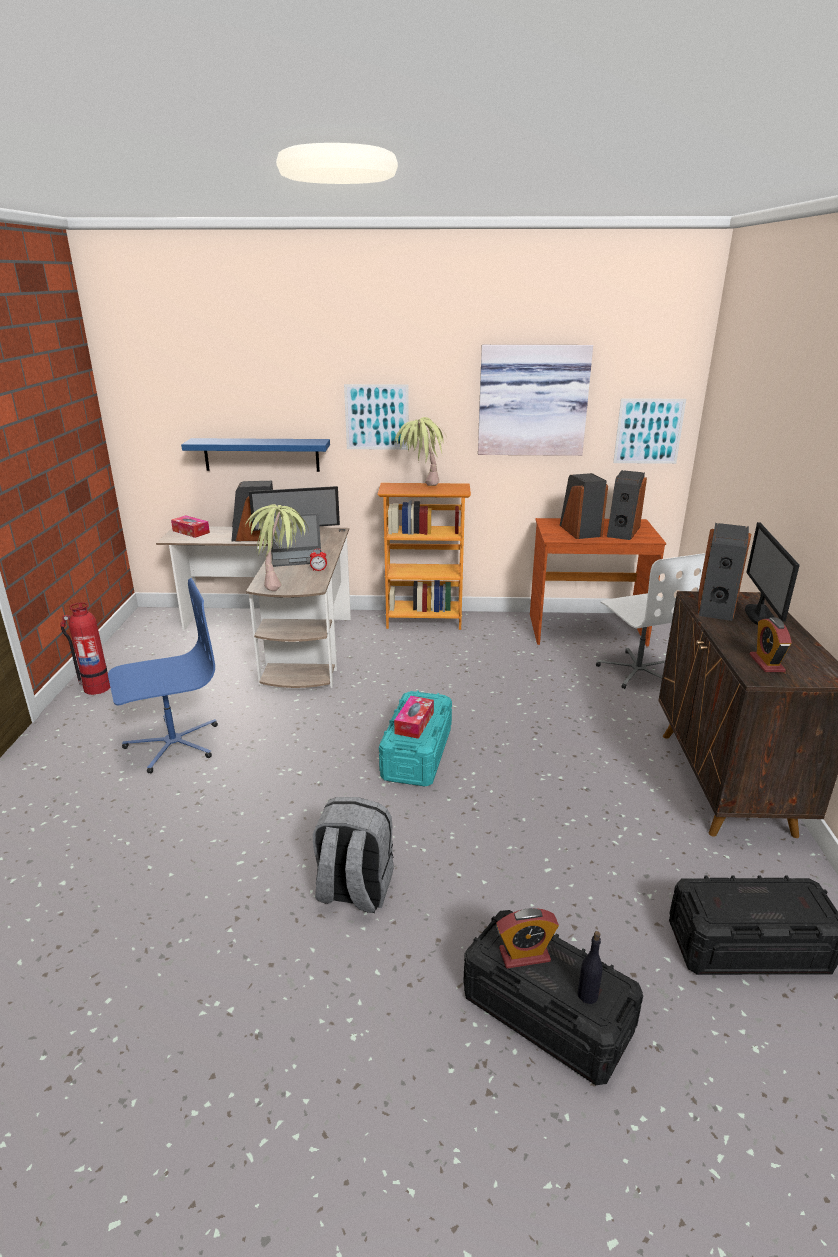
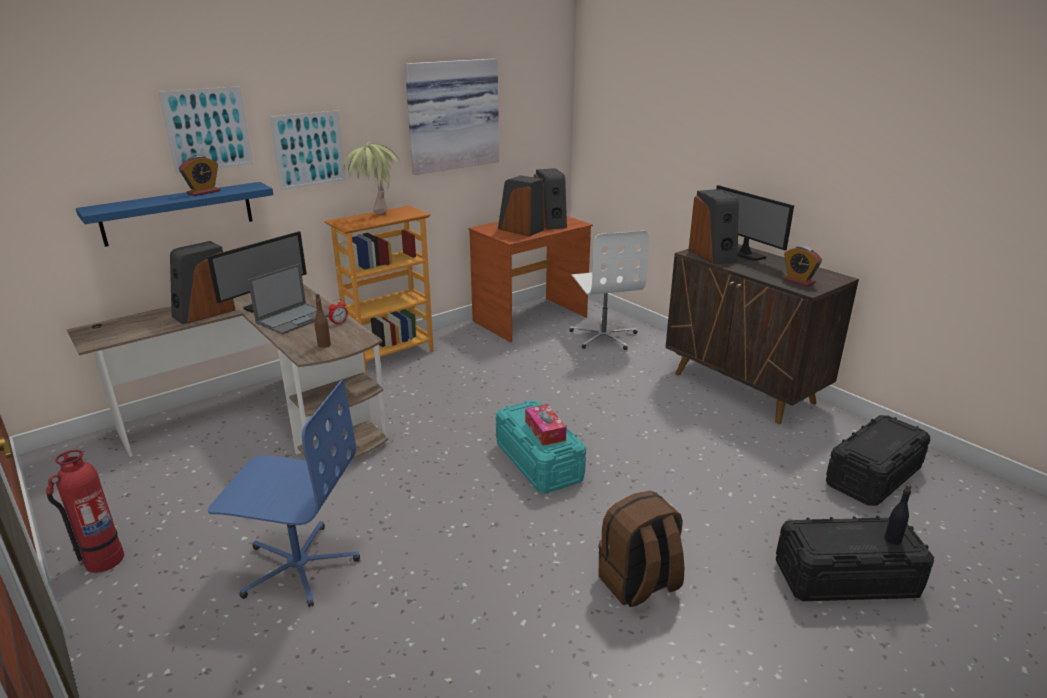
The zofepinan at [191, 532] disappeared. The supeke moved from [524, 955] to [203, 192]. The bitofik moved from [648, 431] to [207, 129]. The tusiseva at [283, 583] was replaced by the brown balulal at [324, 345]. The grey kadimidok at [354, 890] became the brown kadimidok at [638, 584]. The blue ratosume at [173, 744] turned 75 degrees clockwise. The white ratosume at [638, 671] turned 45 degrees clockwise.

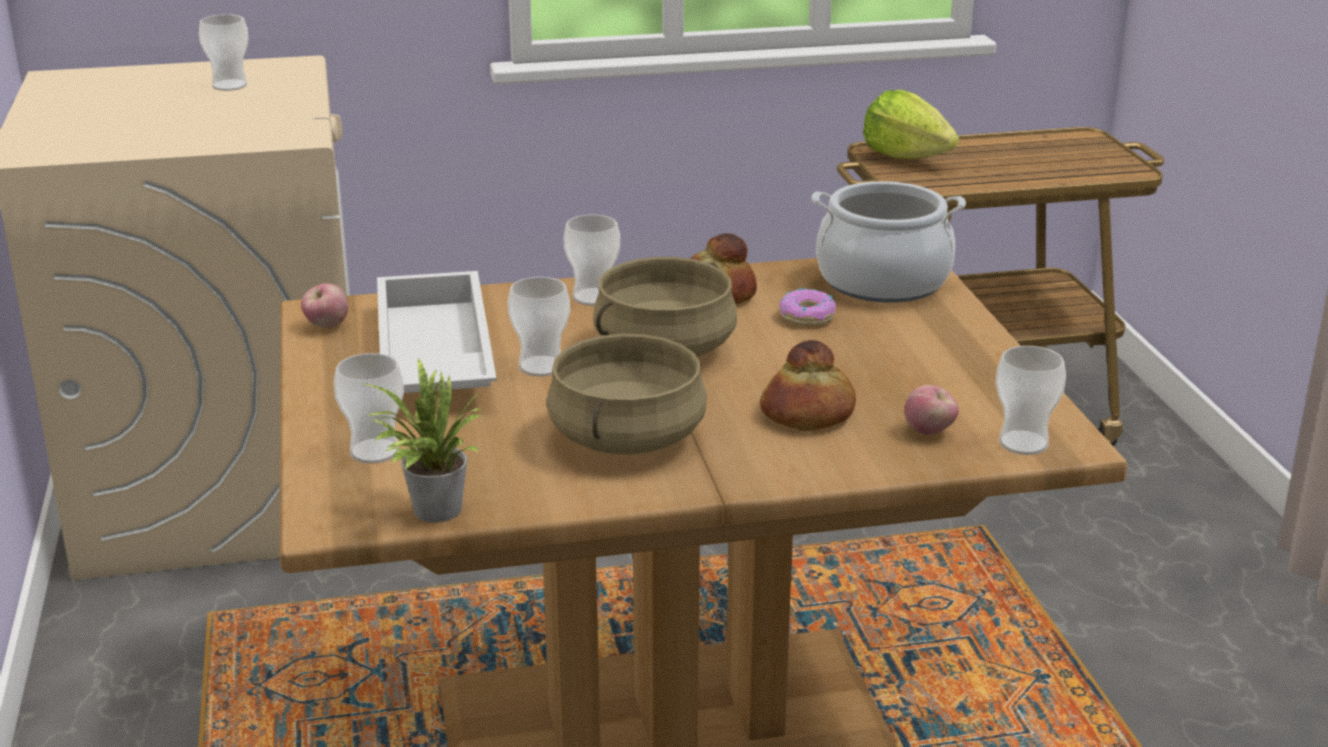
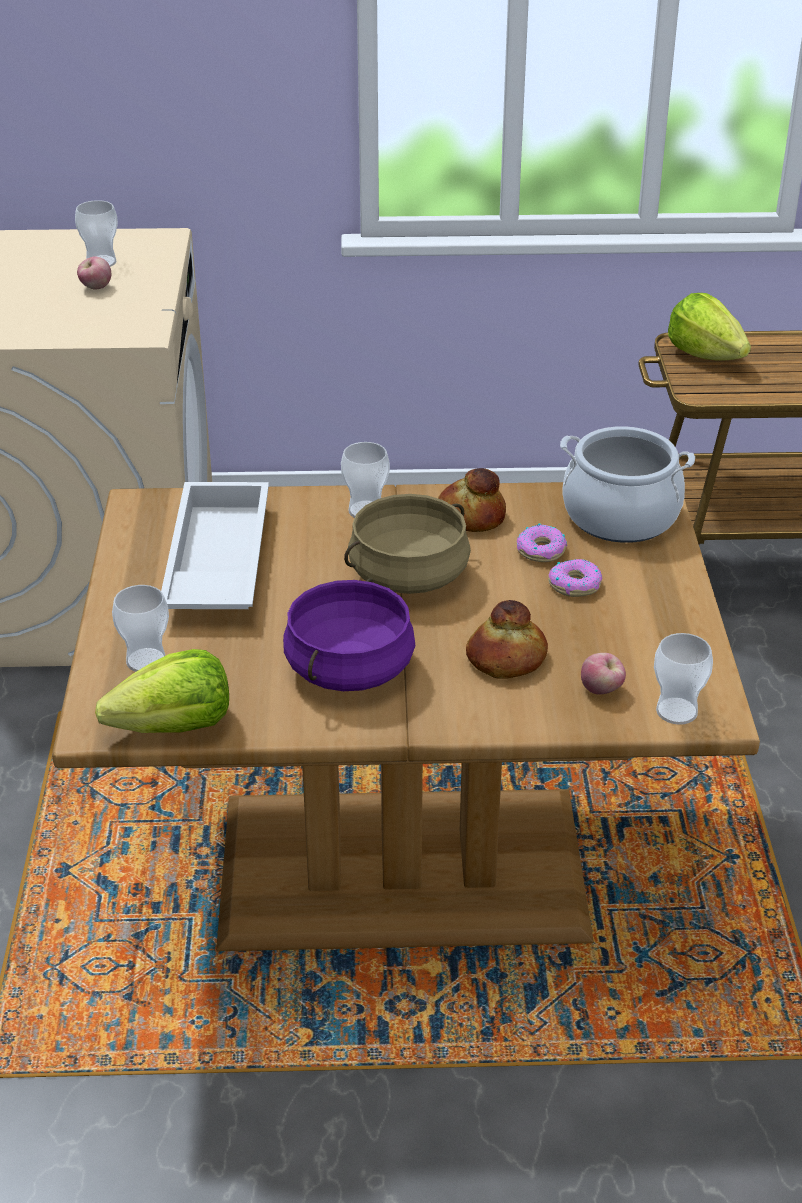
The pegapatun at [541, 366] disappeared. The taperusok at [574, 585] appeared. The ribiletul moved from [327, 326] to [96, 288]. The tusiseva at [431, 511] was replaced by the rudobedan at [174, 727]. The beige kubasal at [625, 437] became the purple kubasal at [348, 668].

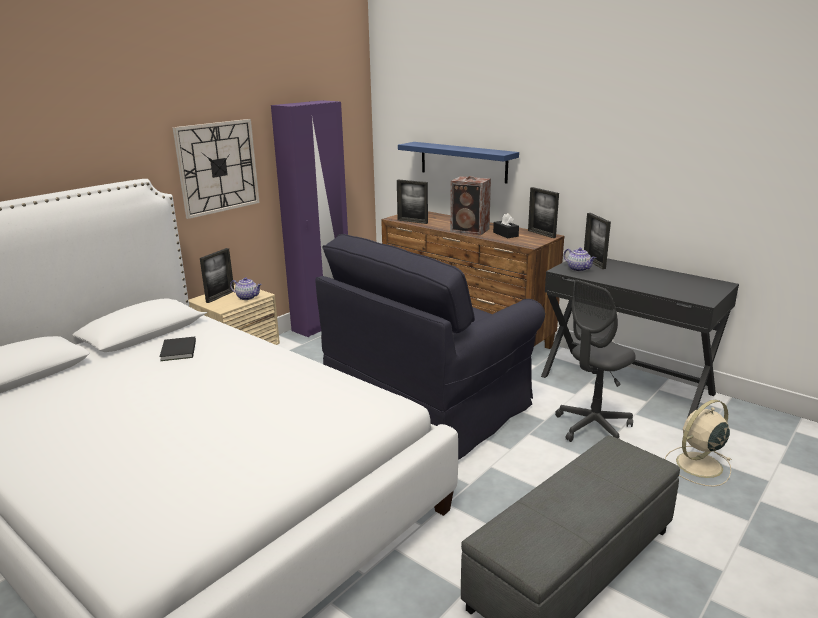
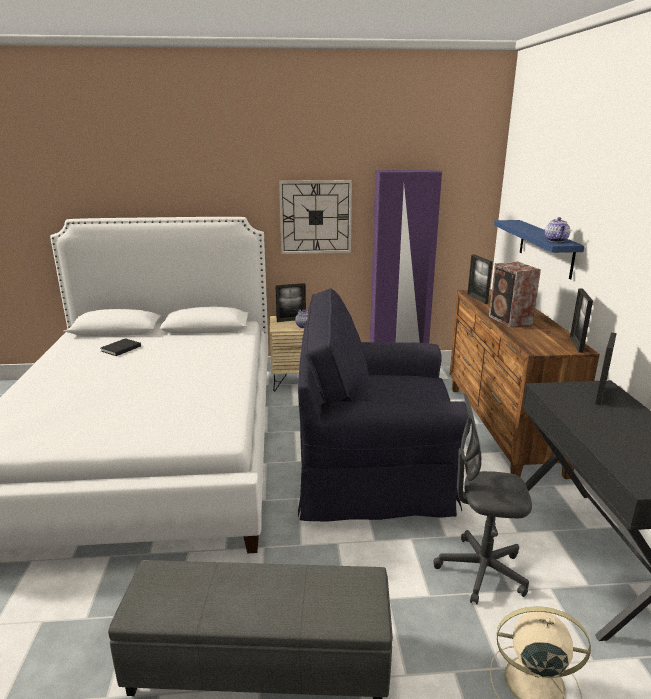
The black zofepinan at [505, 234] disappeared. The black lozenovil moved from [177, 351] to [120, 349]. The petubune moved from [579, 269] to [556, 240].

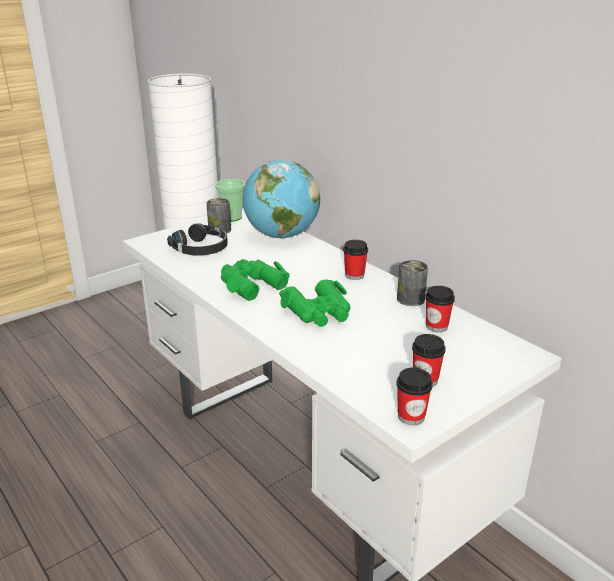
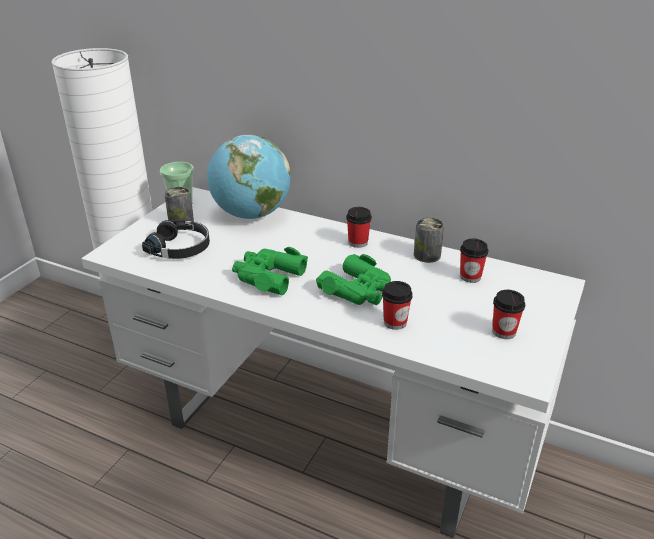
The pegapatun moved from [411, 416] to [395, 322].

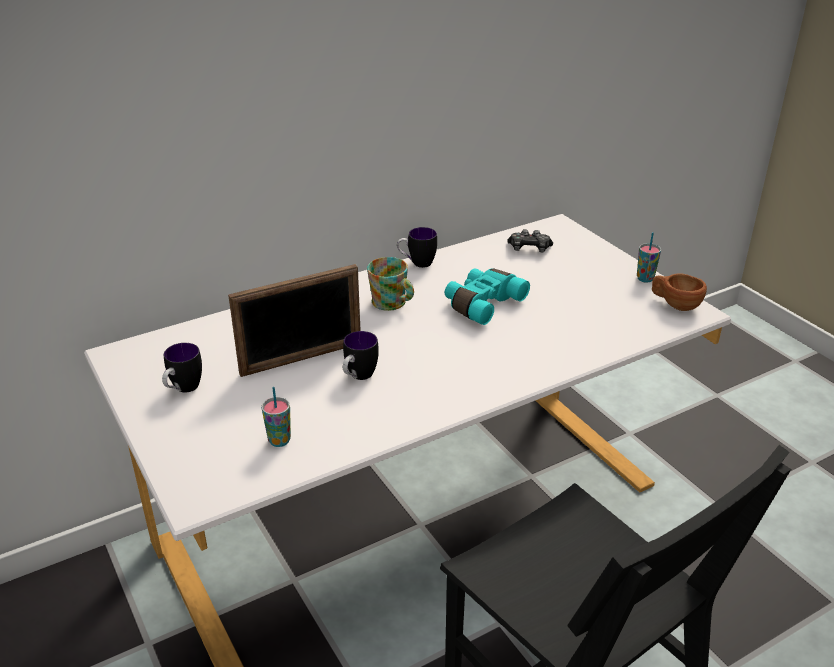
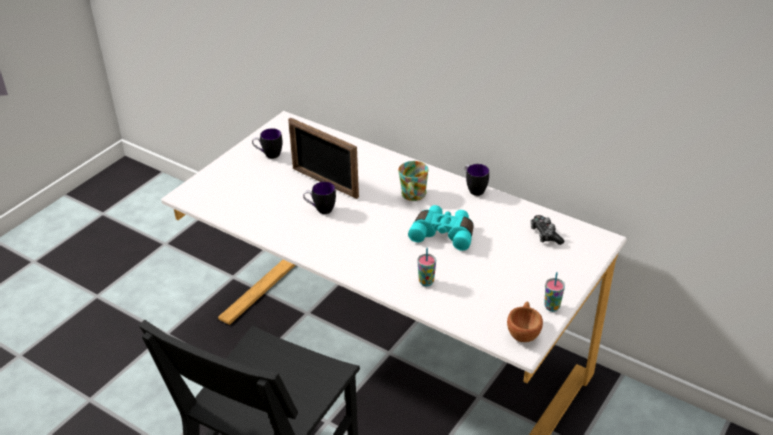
The pegapatun moved from [279, 441] to [426, 282].

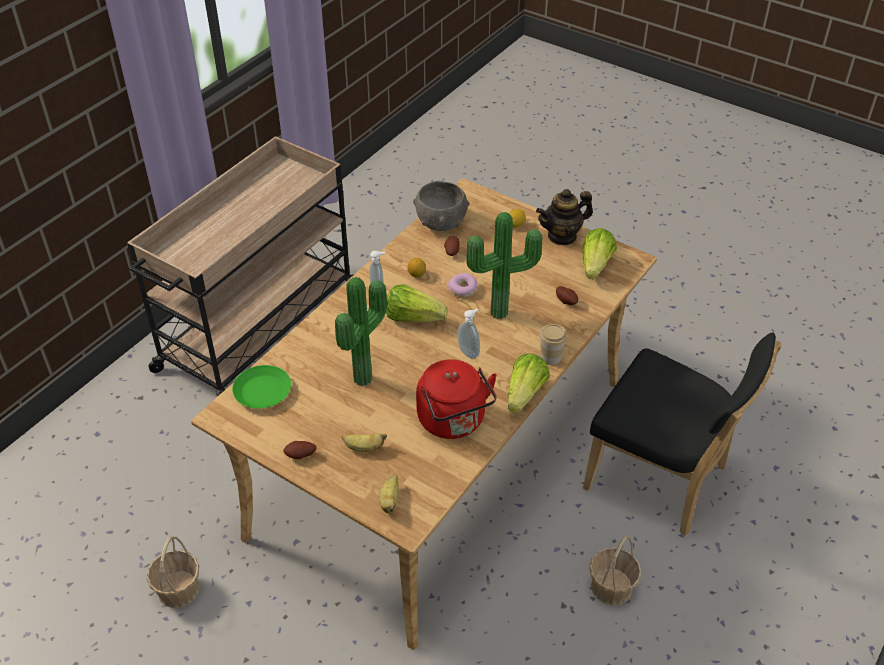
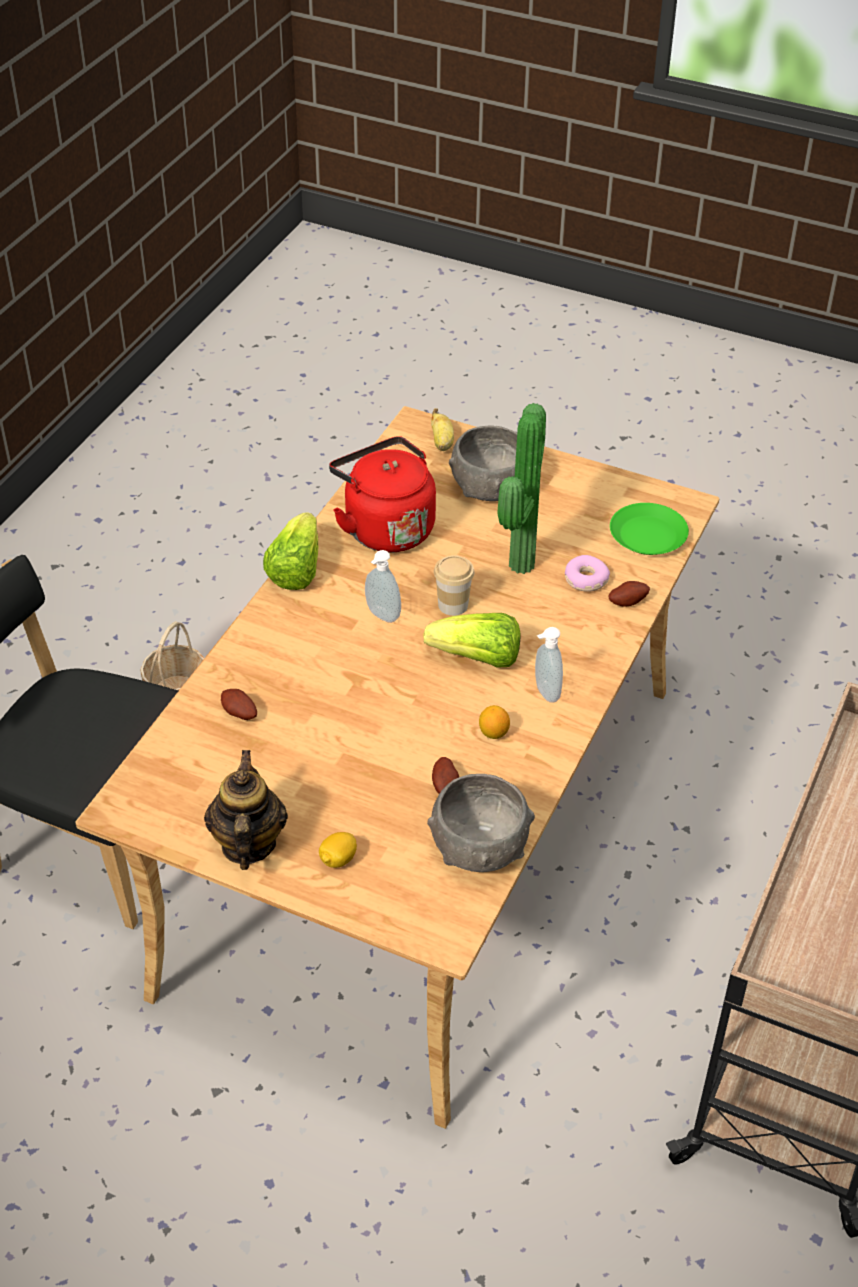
The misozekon at [178, 590] disappeared. The tusiseva at [501, 315] disappeared. The rudobedan at [595, 265] disappeared. The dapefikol moved from [300, 456] to [627, 601]. The taperusok moved from [463, 289] to [585, 580]. The pegapatun moved from [550, 357] to [453, 605]. The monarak at [364, 448] was replaced by the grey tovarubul at [490, 488]. The petubune at [562, 236] turned 60 degrees counterclockwise.

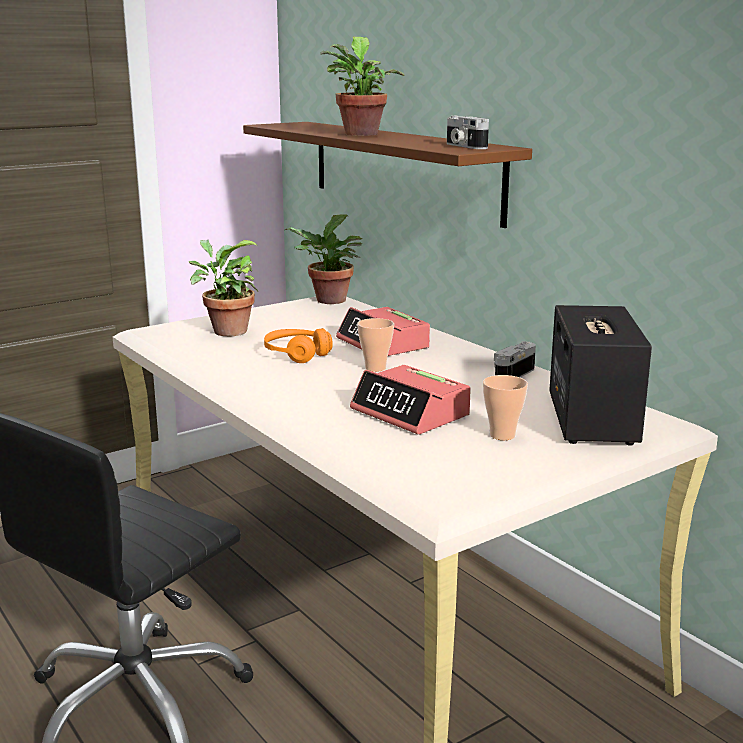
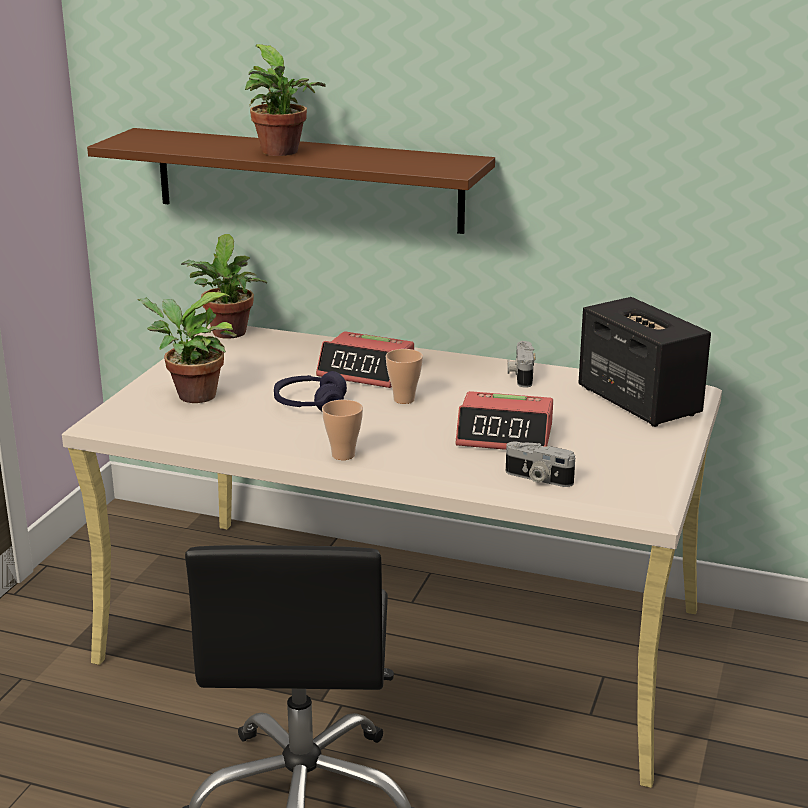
The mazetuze moved from [463, 146] to [537, 478]. The pegapatun moved from [502, 435] to [343, 455]. The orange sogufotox at [297, 354] became the purple sogufotox at [310, 404].

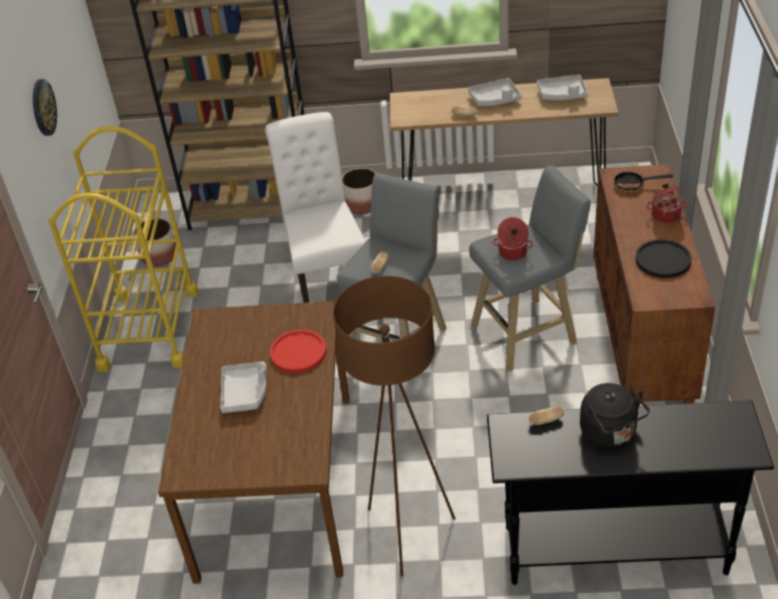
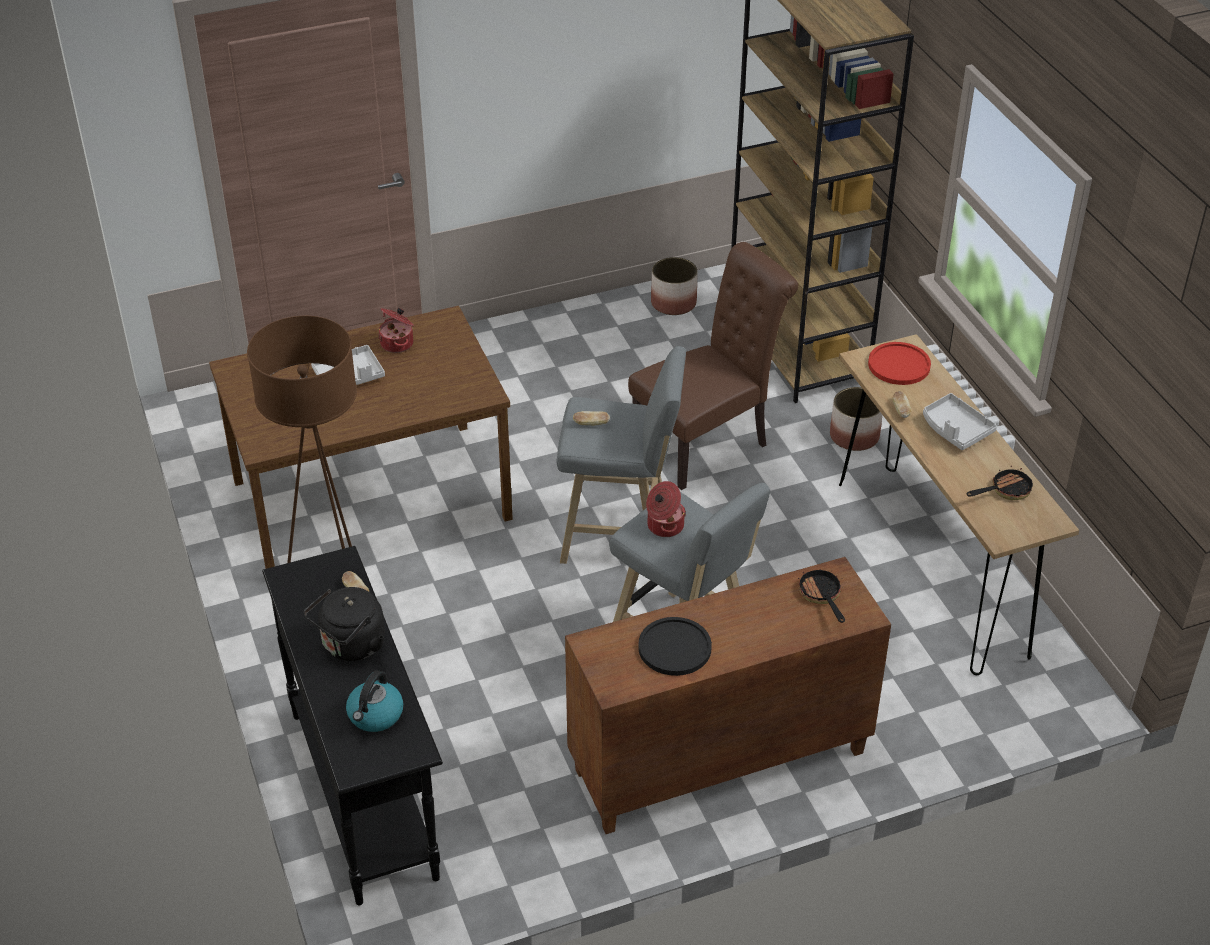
The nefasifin at [43, 107] disappeared. The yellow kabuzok at [149, 329] disappeared. The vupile at [375, 715] appeared. The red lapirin moved from [298, 352] to [899, 365]. The kubasal moved from [665, 214] to [398, 343]. The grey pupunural at [562, 94] was replaced by the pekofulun at [1005, 491]. The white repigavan at [327, 273] became the brown repigavan at [708, 443].

